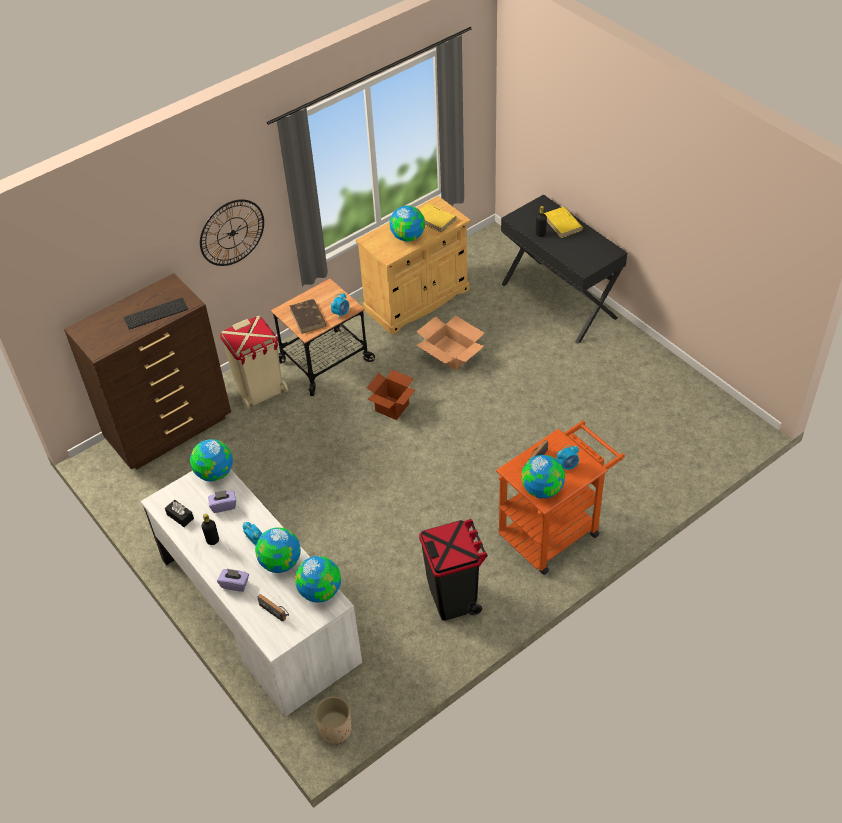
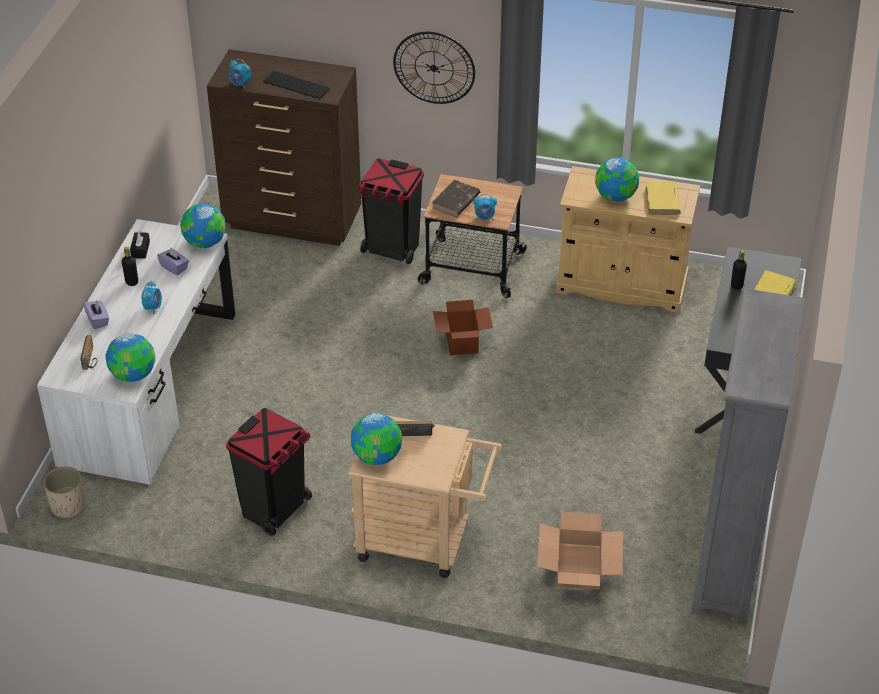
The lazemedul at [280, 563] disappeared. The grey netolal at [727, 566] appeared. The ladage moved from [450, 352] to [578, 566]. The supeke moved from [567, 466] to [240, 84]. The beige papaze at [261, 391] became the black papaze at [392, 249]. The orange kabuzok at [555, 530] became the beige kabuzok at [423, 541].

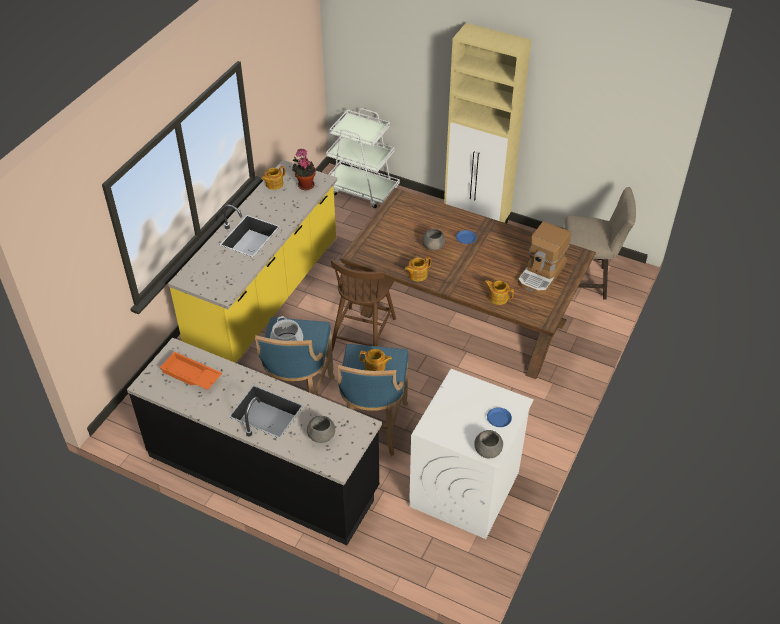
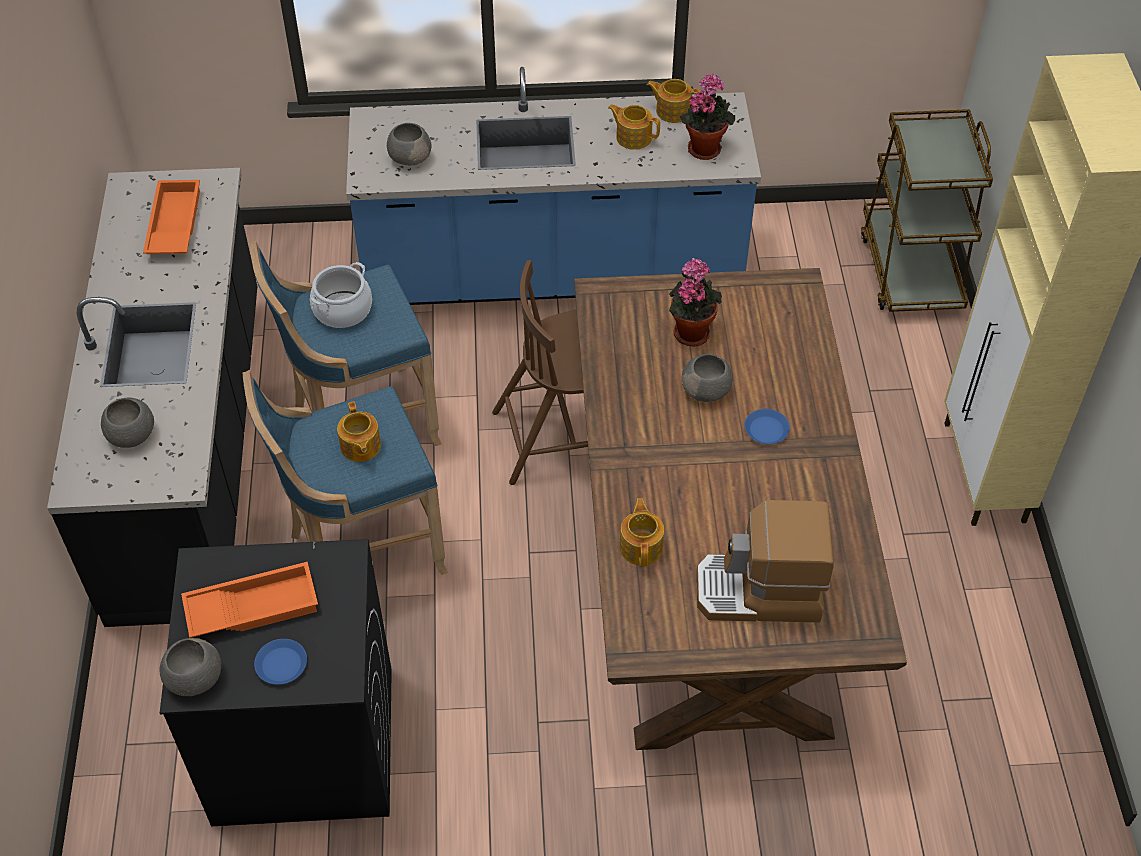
The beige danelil at [587, 282] disappeared. The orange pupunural at [253, 606] appeared. The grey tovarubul at [410, 157] appeared. The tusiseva at [690, 331] appeared. The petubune moved from [417, 274] to [633, 137]. The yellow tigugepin at [266, 296] became the blue tigugepin at [552, 274]. The white kabuzok at [361, 189] became the brown kabuzok at [910, 270]. The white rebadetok at [465, 490] became the black rebadetok at [302, 746].

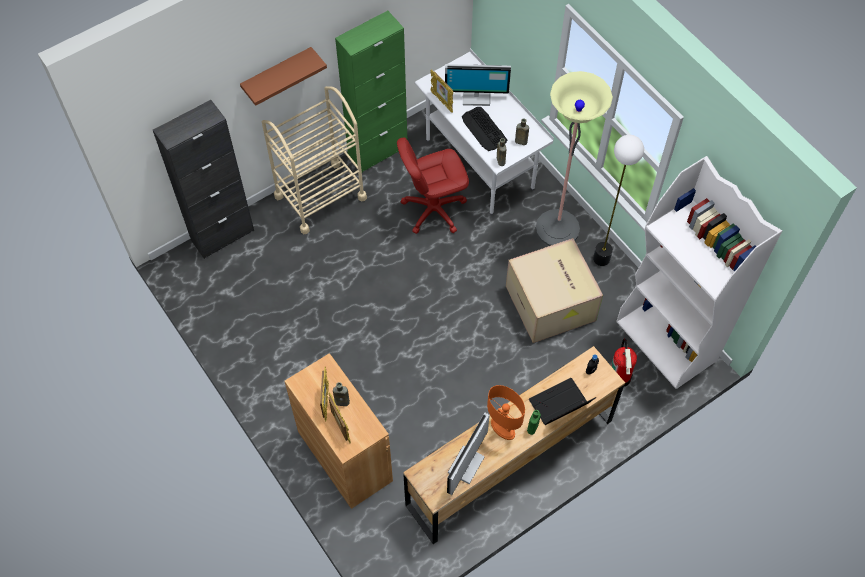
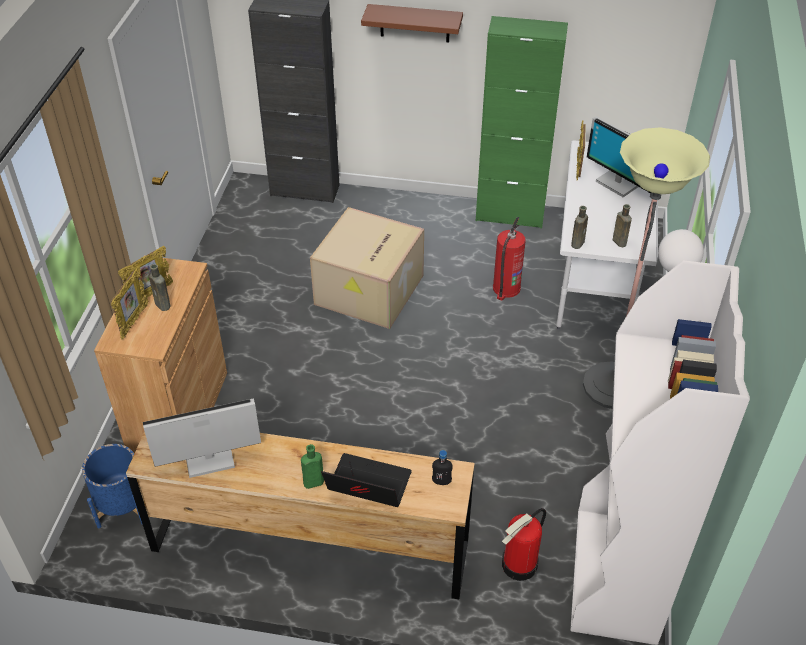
The beige kabuzok at [320, 197] disappeared. The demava at [484, 129] disappeared. The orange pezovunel at [503, 428] disappeared. The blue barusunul at [123, 506] appeared. The ladage moved from [552, 304] to [370, 291]. The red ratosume at [433, 209] was replaced by the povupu at [506, 288].

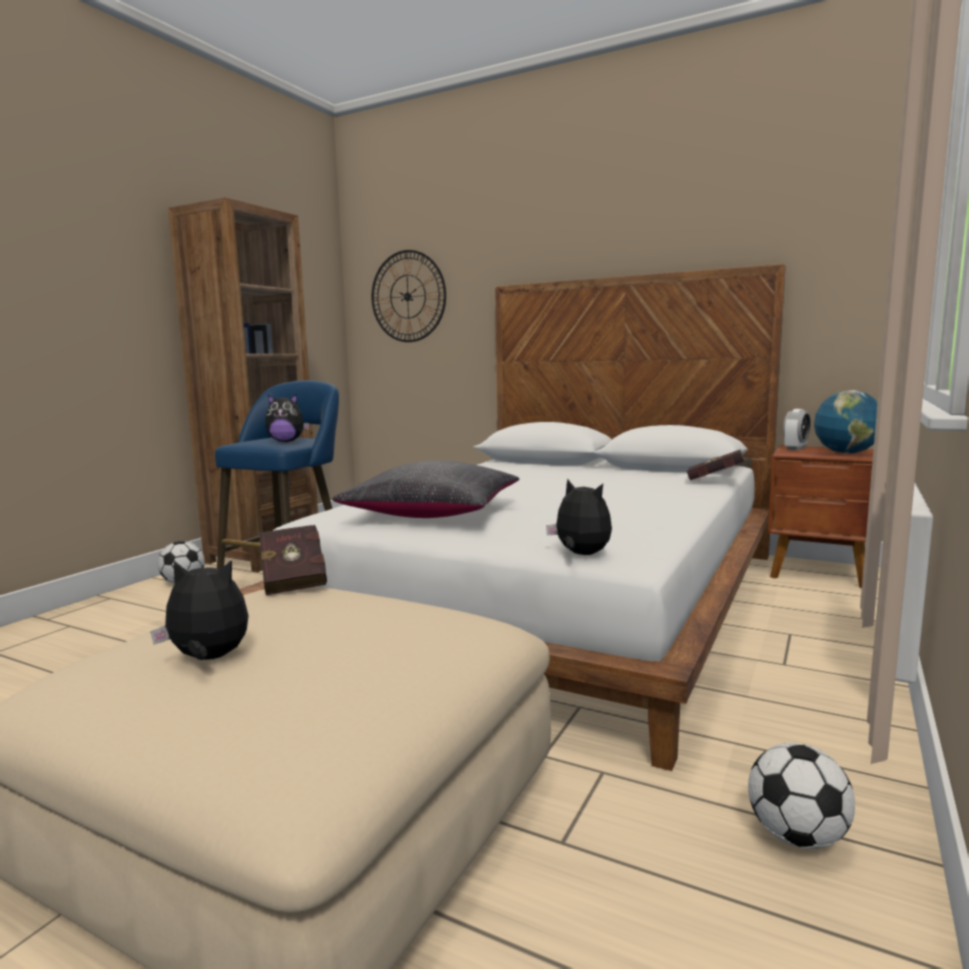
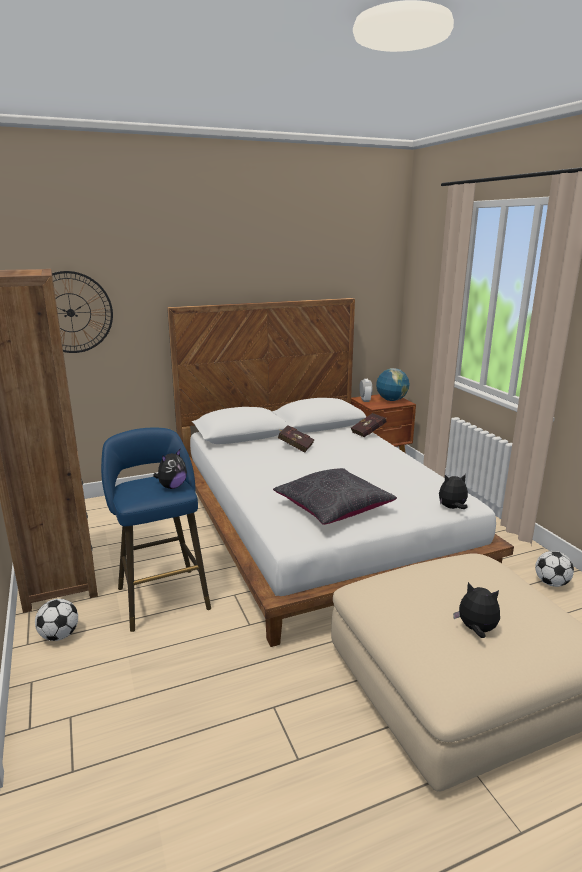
The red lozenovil moved from [294, 579] to [294, 446]. The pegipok at [208, 659] turned 75 degrees clockwise.

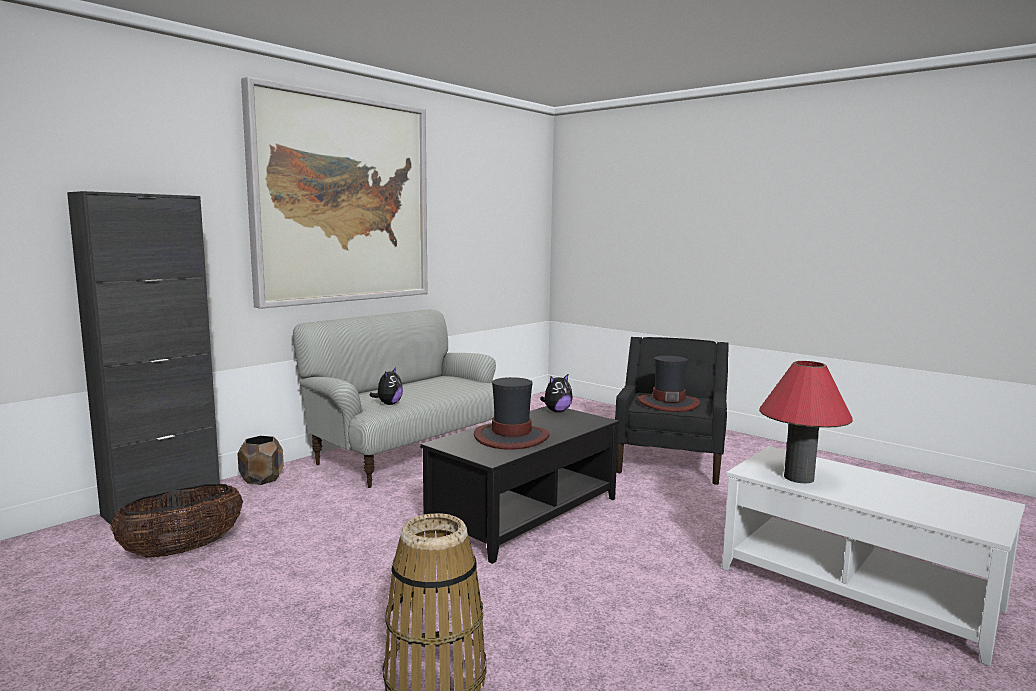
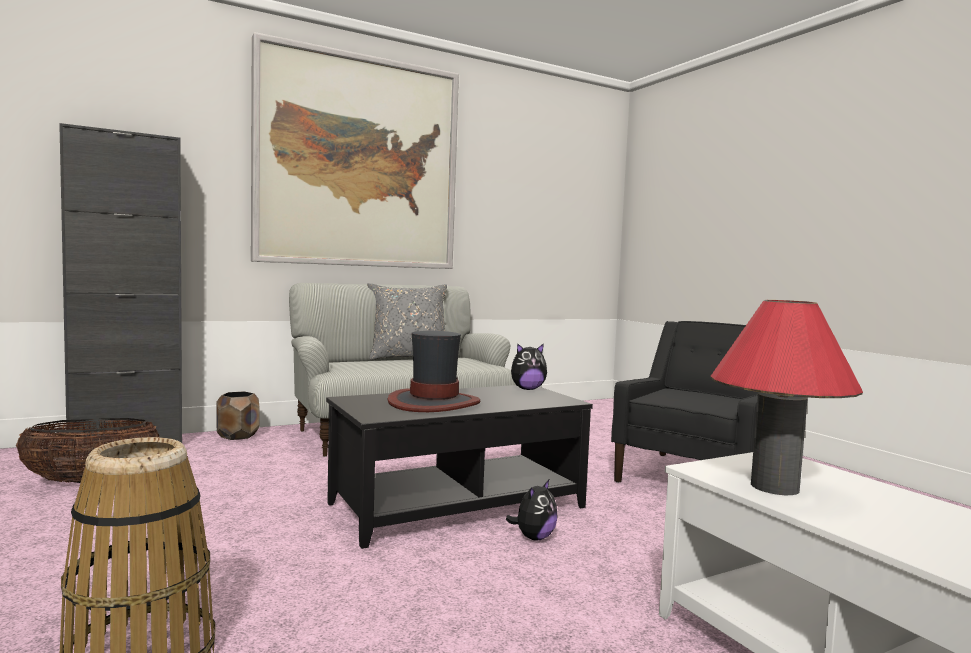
The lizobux at [668, 403] disappeared. The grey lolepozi at [408, 358] appeared. The pegipok moved from [388, 404] to [534, 537].

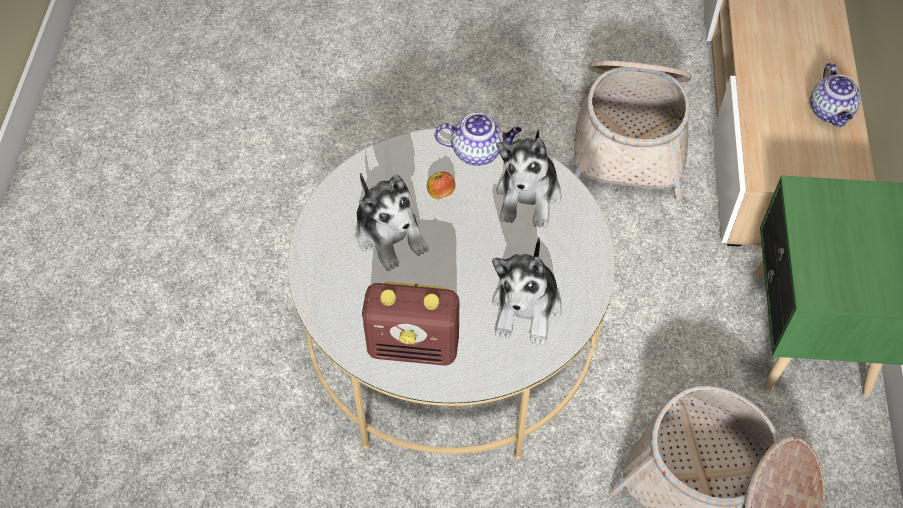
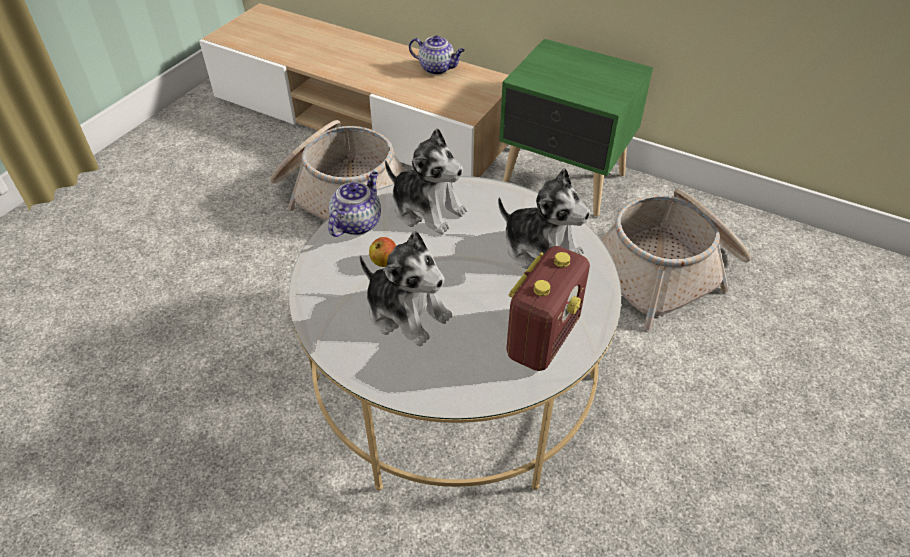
The pegipok at [390, 235] turned 45 degrees clockwise.

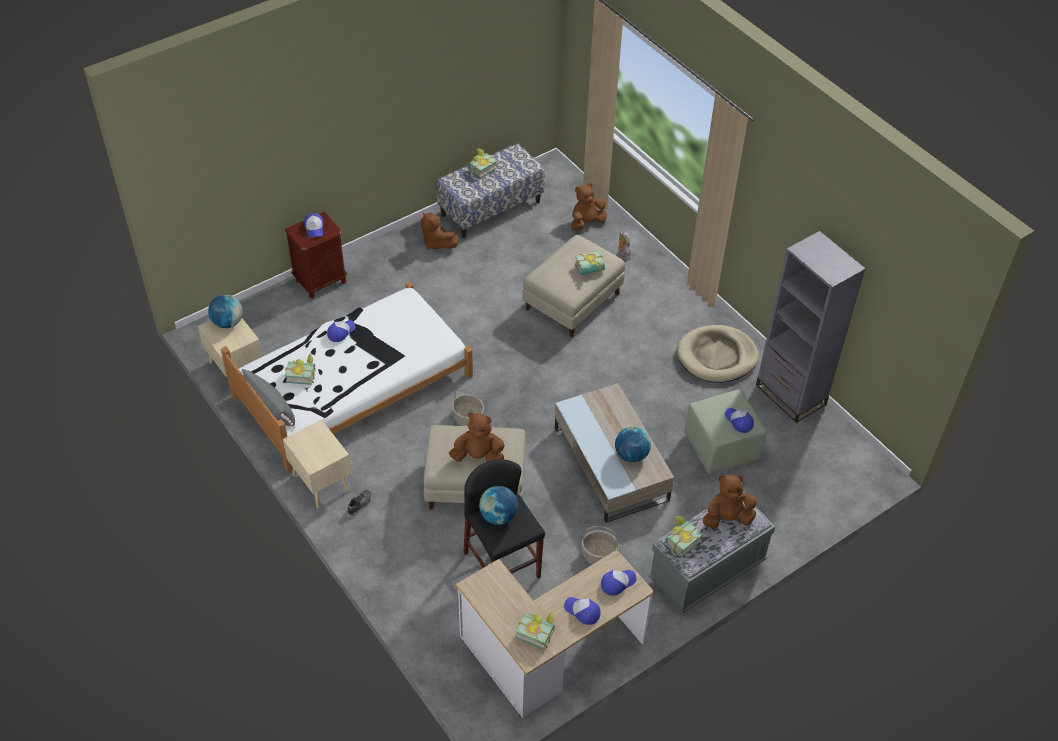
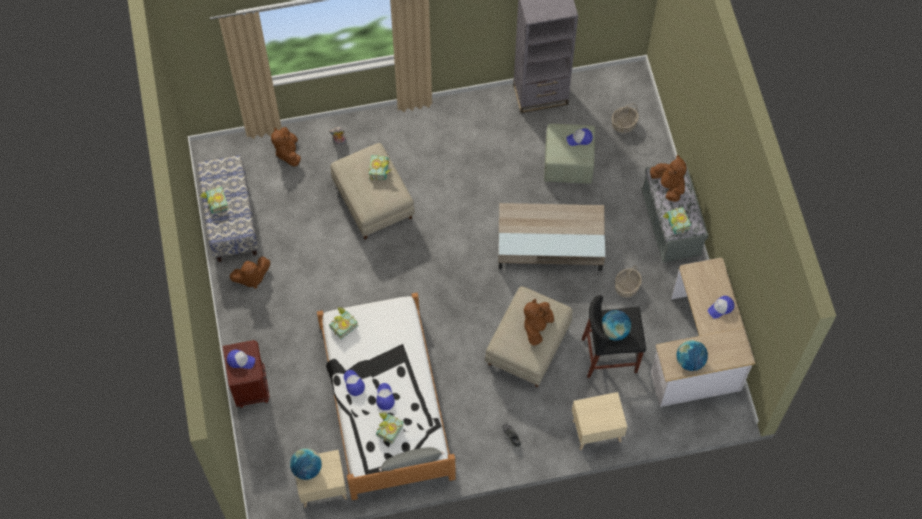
The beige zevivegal at [717, 356] disappeared. The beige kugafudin moved from [321, 481] to [595, 430]. The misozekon moved from [467, 416] to [623, 124]. The lozenovil moved from [536, 631] to [342, 325]. The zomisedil moved from [617, 583] to [385, 397]. The lazemedul moved from [631, 455] to [690, 361]. The brown pegipok at [727, 518] turned 135 degrees clockwise.

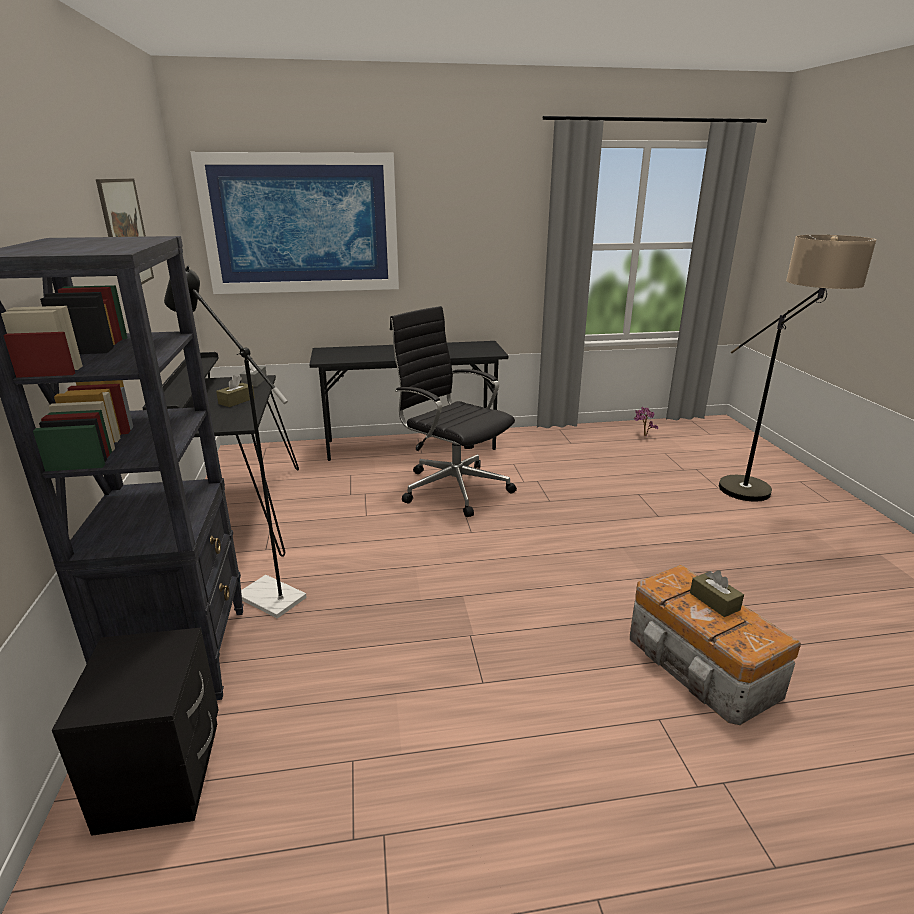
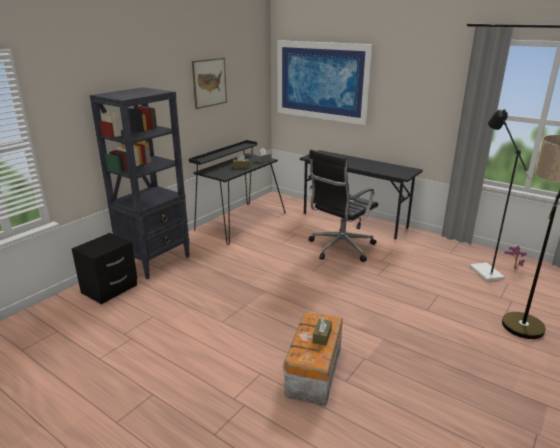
The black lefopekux moved from [262, 593] to [482, 269]. The black ratosume at [453, 487] turned 135 degrees counterclockwise.

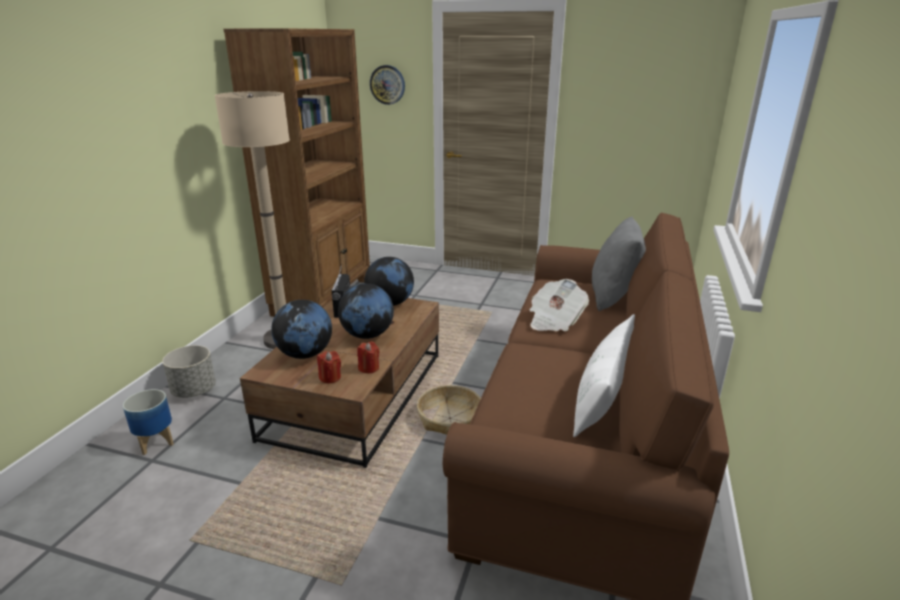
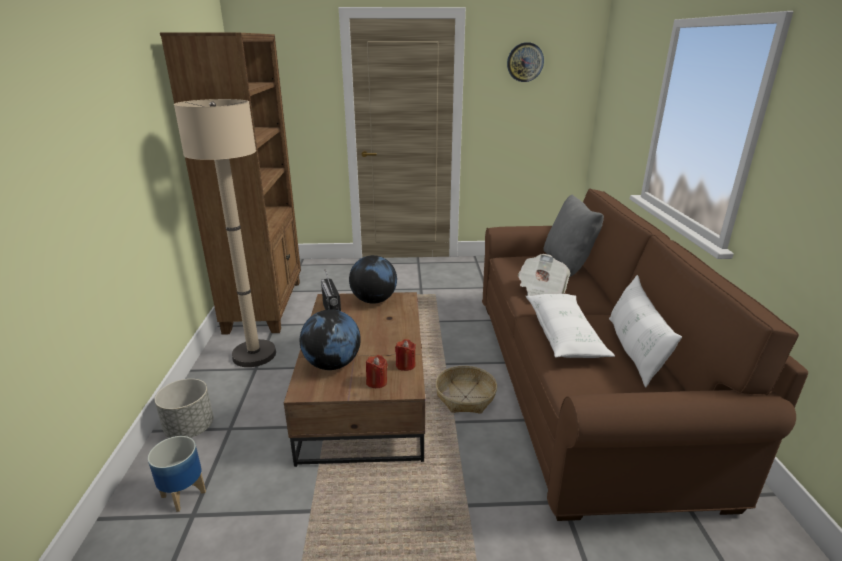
The lazemedul at [367, 335] disappeared. The white lolepozi at [564, 335] appeared. The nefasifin moved from [387, 84] to [525, 62].

